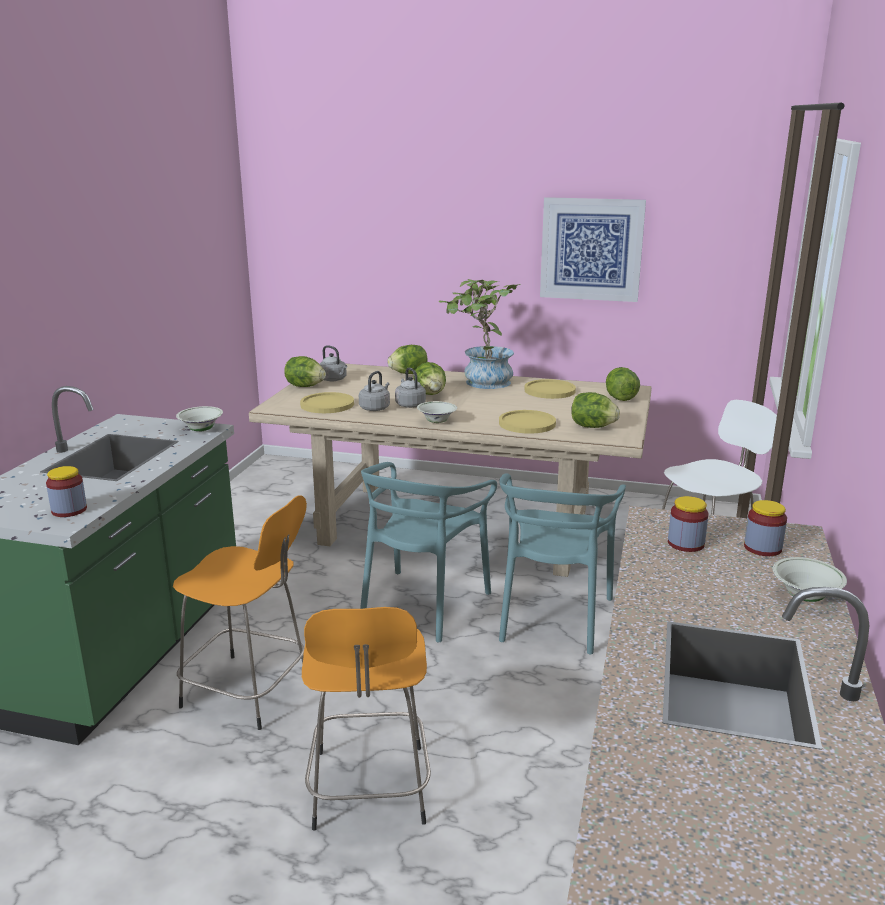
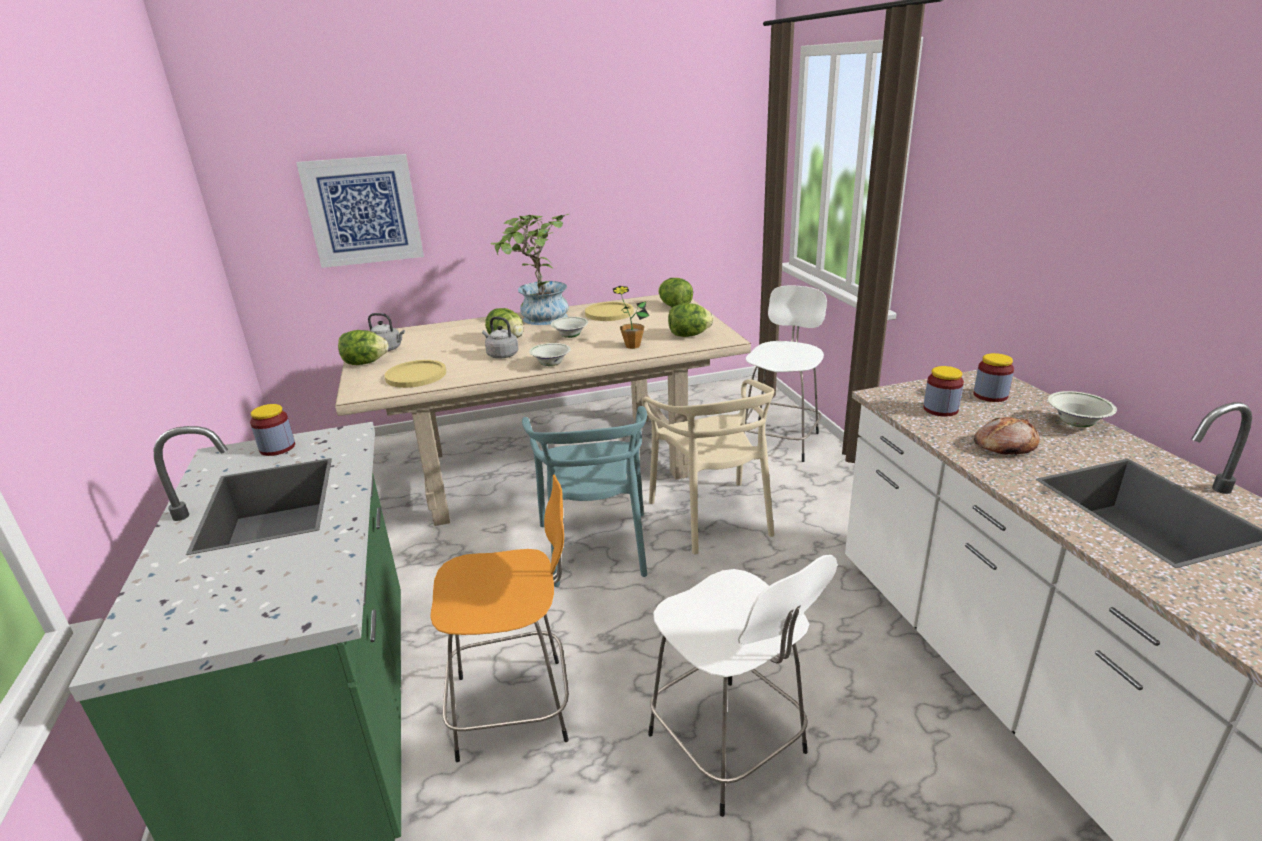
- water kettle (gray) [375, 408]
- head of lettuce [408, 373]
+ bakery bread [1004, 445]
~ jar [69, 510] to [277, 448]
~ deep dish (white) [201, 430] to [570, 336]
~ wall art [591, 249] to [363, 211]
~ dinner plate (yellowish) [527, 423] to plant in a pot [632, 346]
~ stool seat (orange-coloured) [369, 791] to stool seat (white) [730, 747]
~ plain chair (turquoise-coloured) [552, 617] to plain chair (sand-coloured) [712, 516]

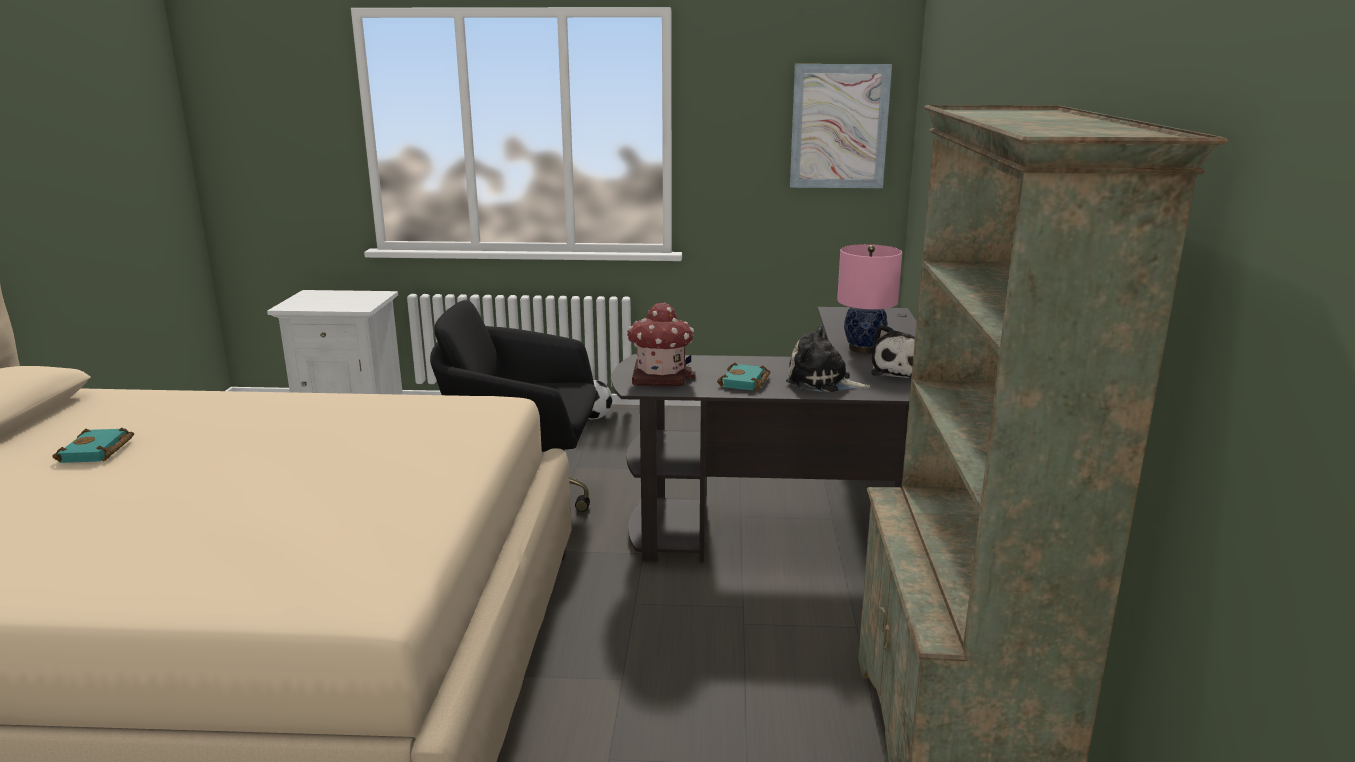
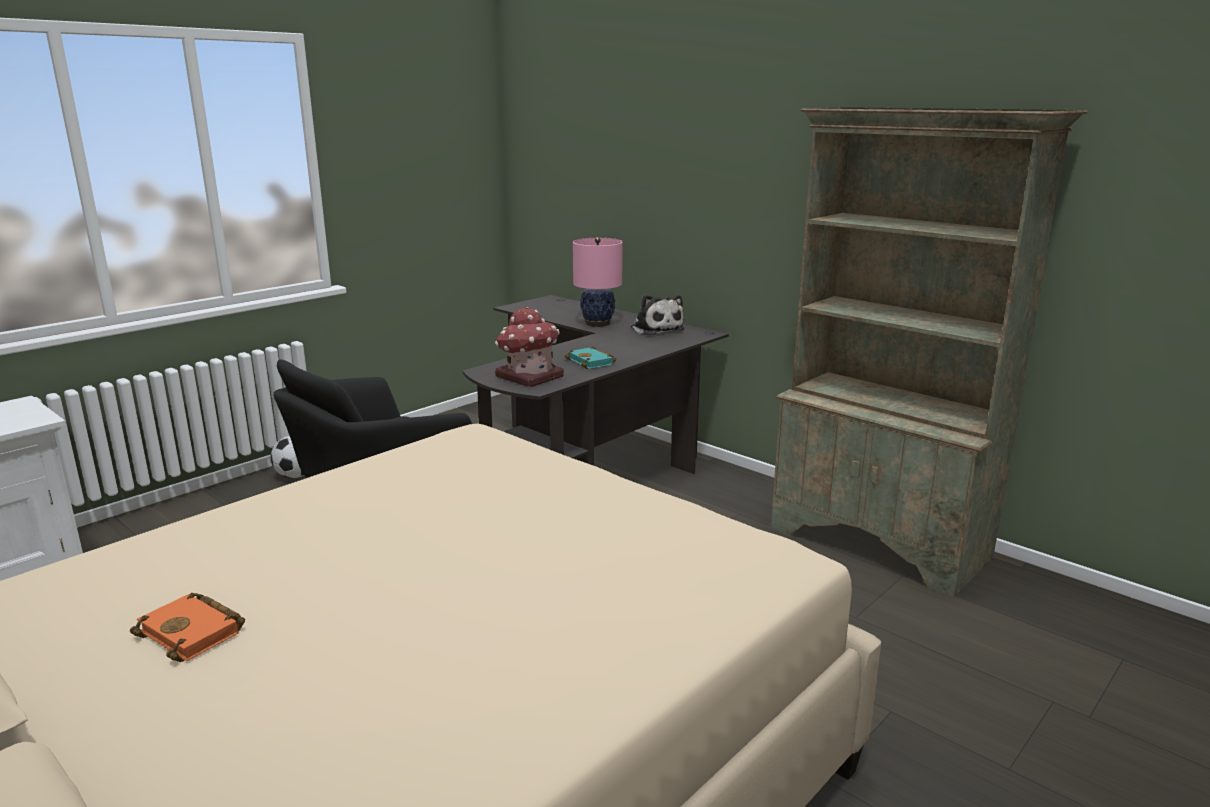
- cuddly toy [822, 382]
- wall art [839, 126]
~ book (turquoise-coloured) [97, 451] to book (orange-coloured) [194, 633]

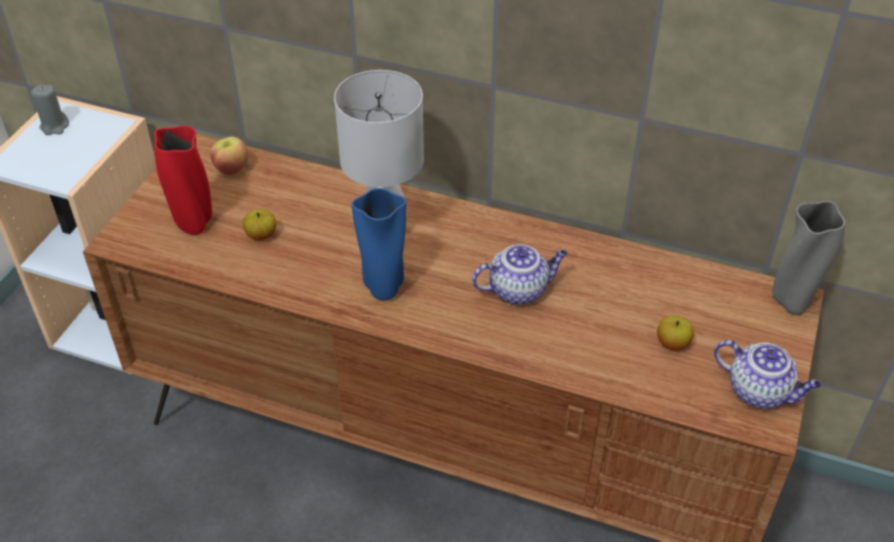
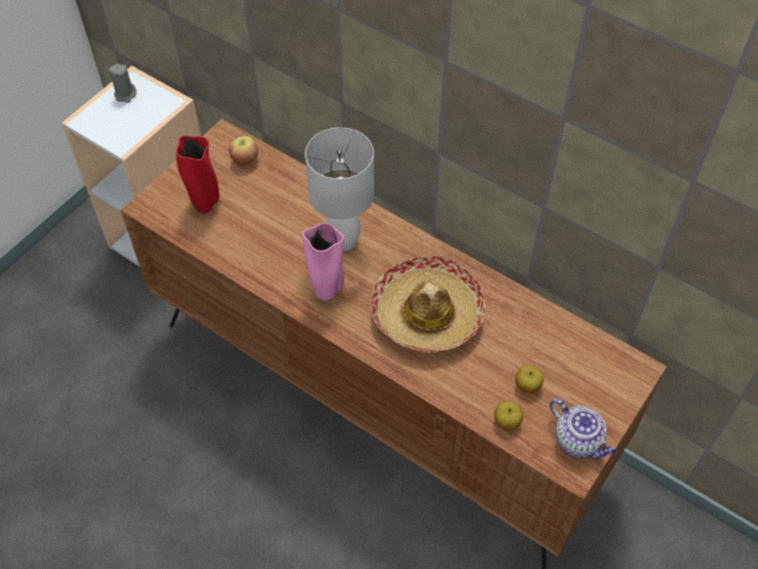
- decorative vase (gray) [792, 302]
~ apple fruit [261, 235] to [507, 421]
~ teapot [519, 290] to clothing hat [427, 313]
~ decorative vase (bluish) [383, 289] to decorative vase (pink) [326, 289]

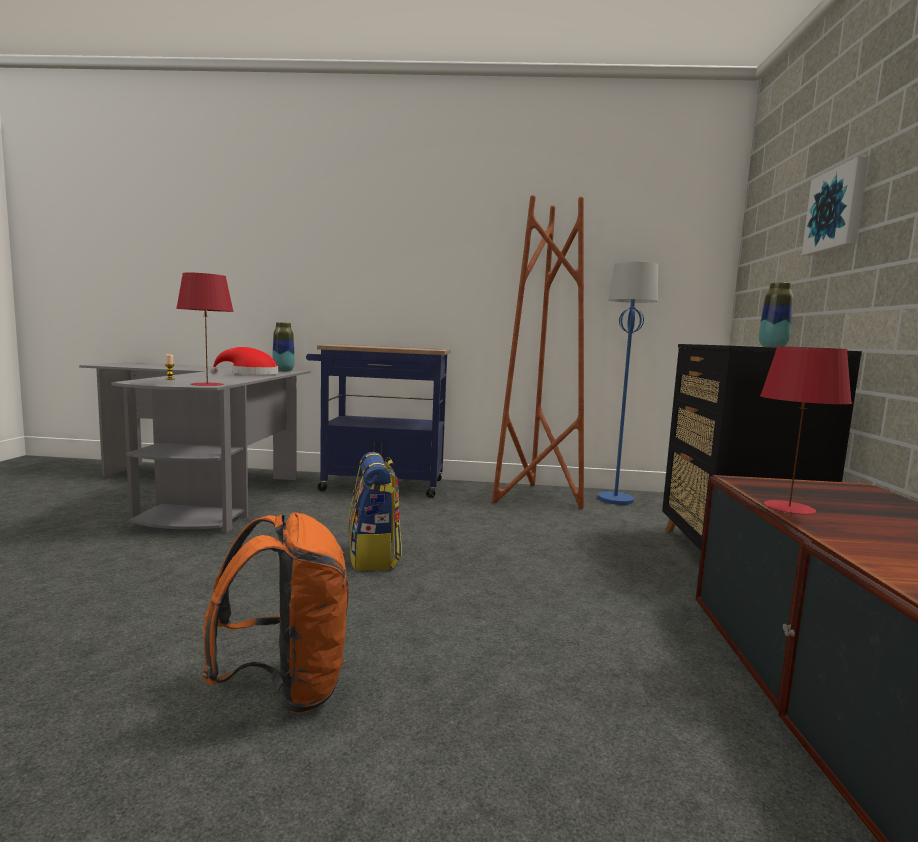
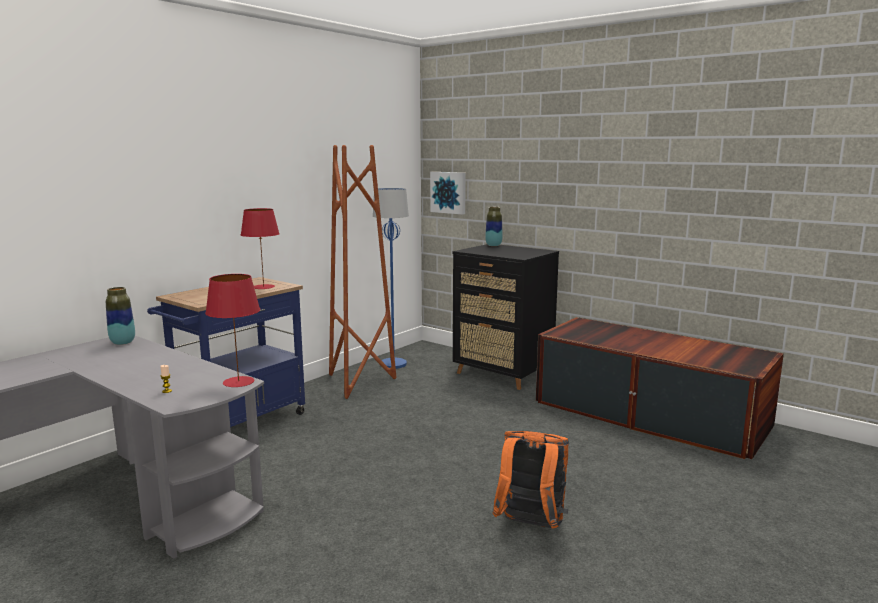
- clothing hat (red-coloured) [250, 374]
- knapsack [374, 557]
~ lamp for a table (red-coloured) [789, 507] to [263, 287]
~ wall art [837, 210] to [449, 192]

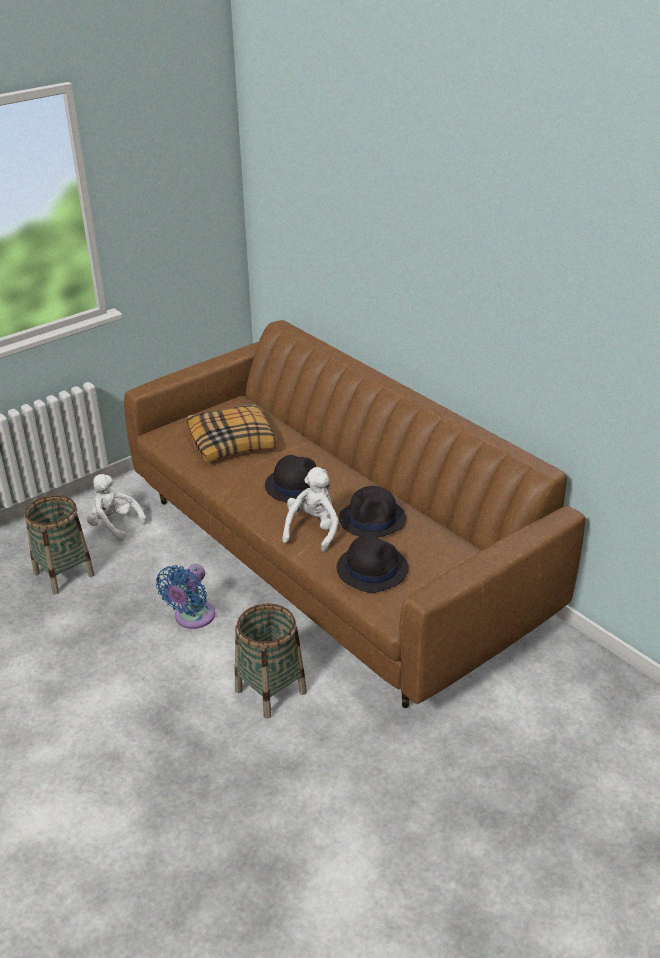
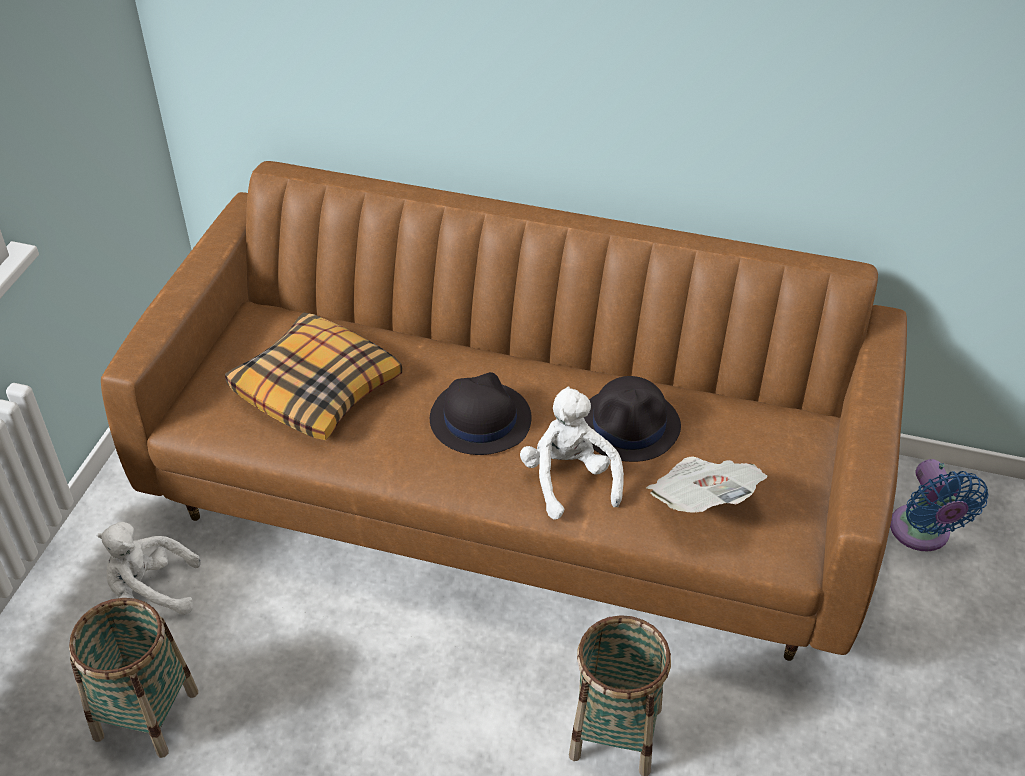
~ cooling fan (bluish) [192, 618] to [922, 534]
~ clothing hat (blackish) [372, 568] to daily paper [702, 501]

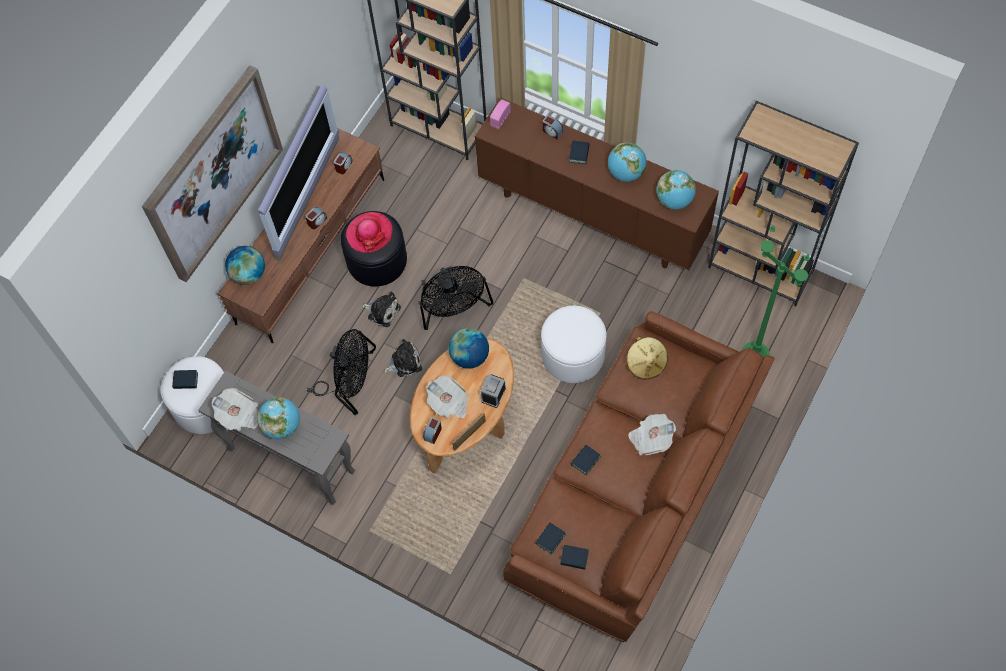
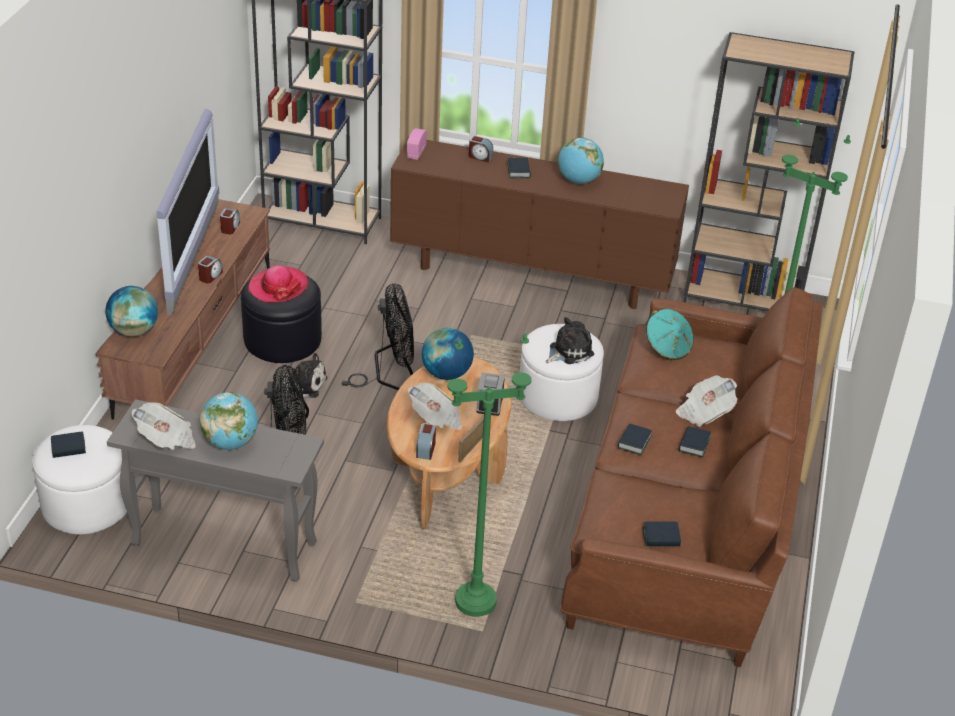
- wall art [213, 174]
- world globe [674, 200]
+ standing lamp (green) [475, 602]
~ cuddly toy [404, 362] to [568, 351]
~ book [550, 539] to [694, 444]
~ clothing hat (sand-coloured) [646, 363] to clothing hat (turquoise-coloured) [667, 347]
~ cooling fan (blackish) [450, 306] = [389, 370] 60 degrees counterclockwise

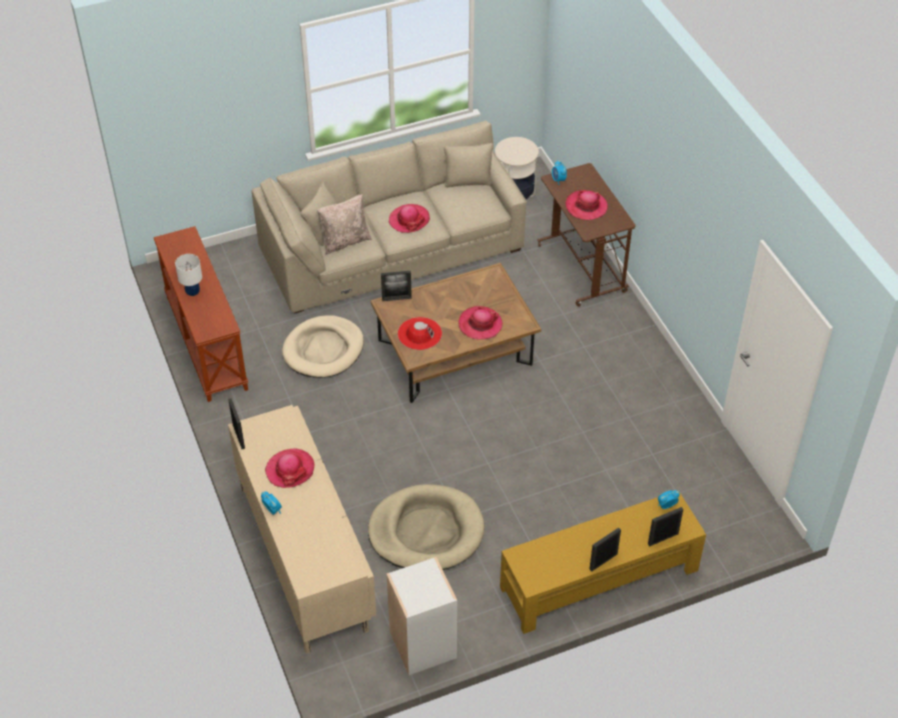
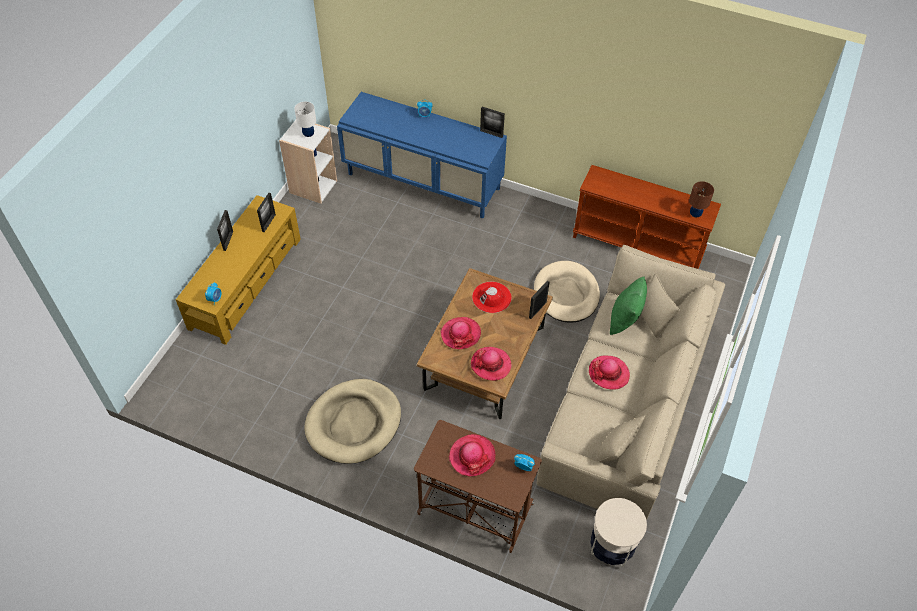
+ lamp for a table (brown-coloured) [695, 214]
~ lamp for a table (white) [193, 293] to [308, 134]
~ clothing hat [290, 469] to [491, 364]
~ pet bed (sand-coloured) [426, 531] to [354, 423]
~ picture frame [663, 539] to [269, 223]
~ cabinet (sand-coloured) [305, 555] to cabinet (bluish) [423, 182]
~ throw pillow (sand-coloured) [345, 241] to throw pillow (green) [625, 319]

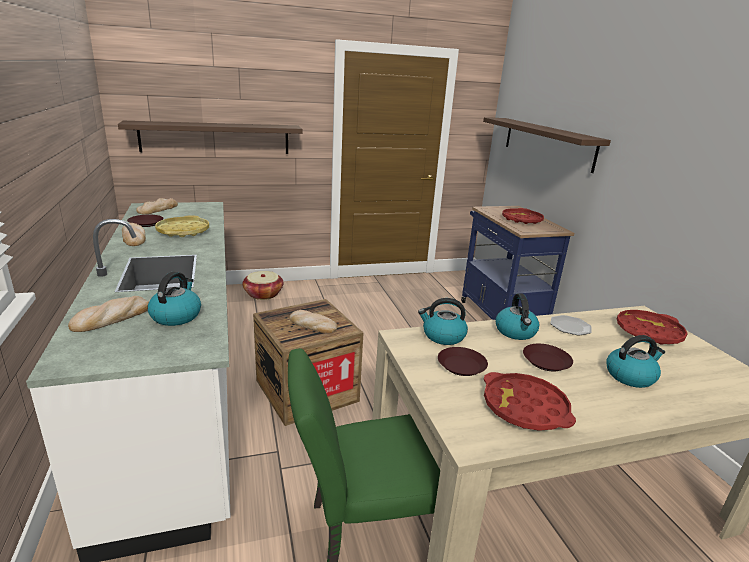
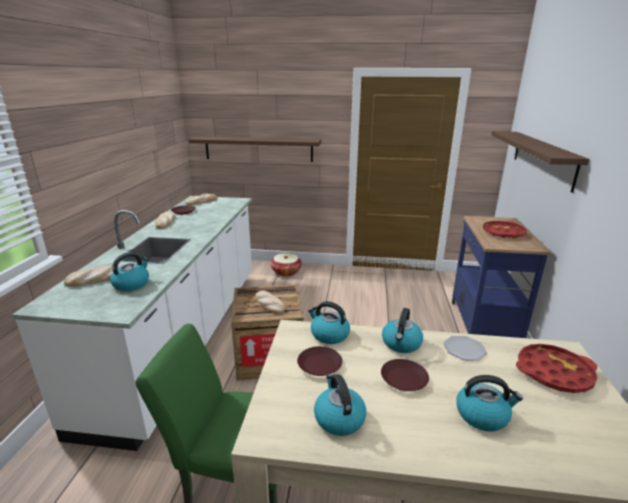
- carrying tray (yellowish) [183, 231]
~ carrying tray (red-coloured) [524, 408] to water kettle [338, 418]

